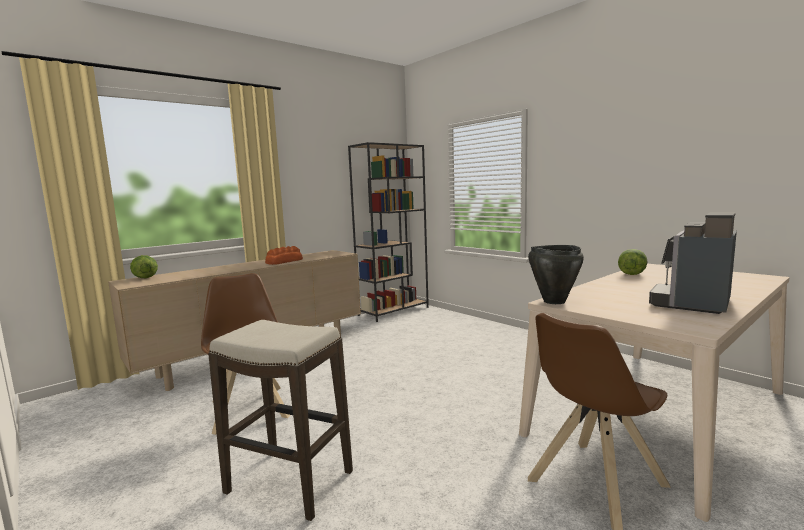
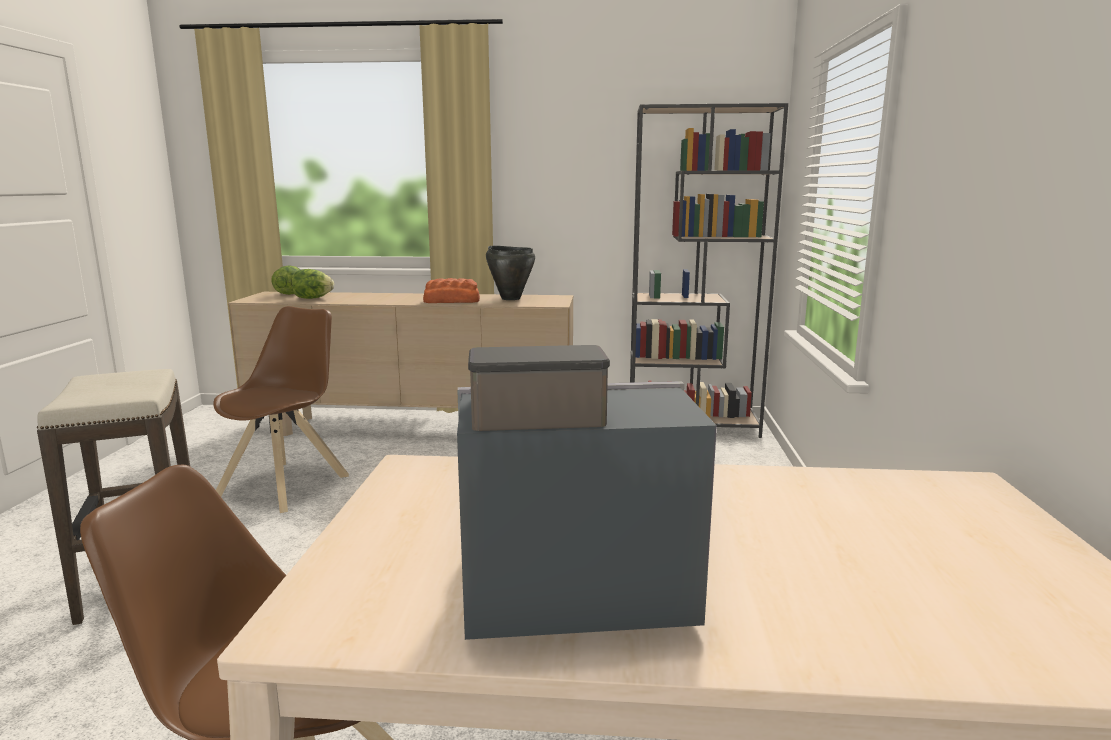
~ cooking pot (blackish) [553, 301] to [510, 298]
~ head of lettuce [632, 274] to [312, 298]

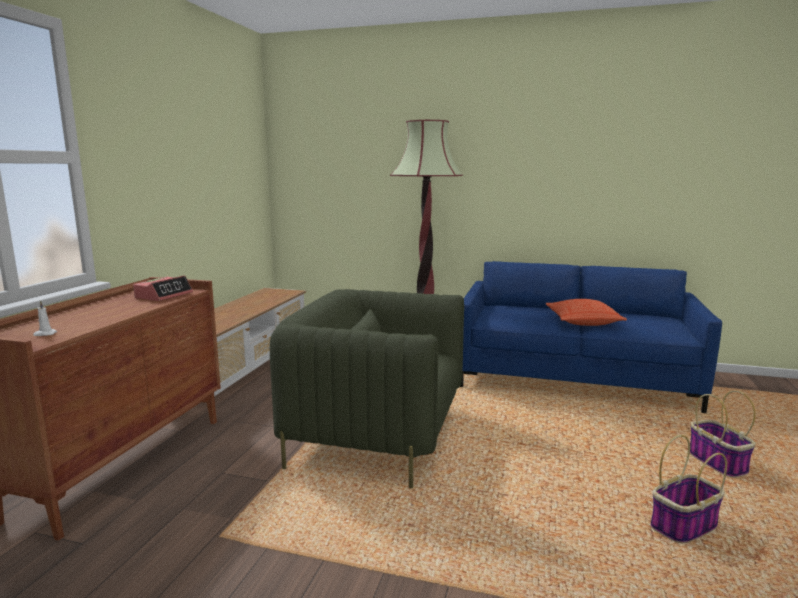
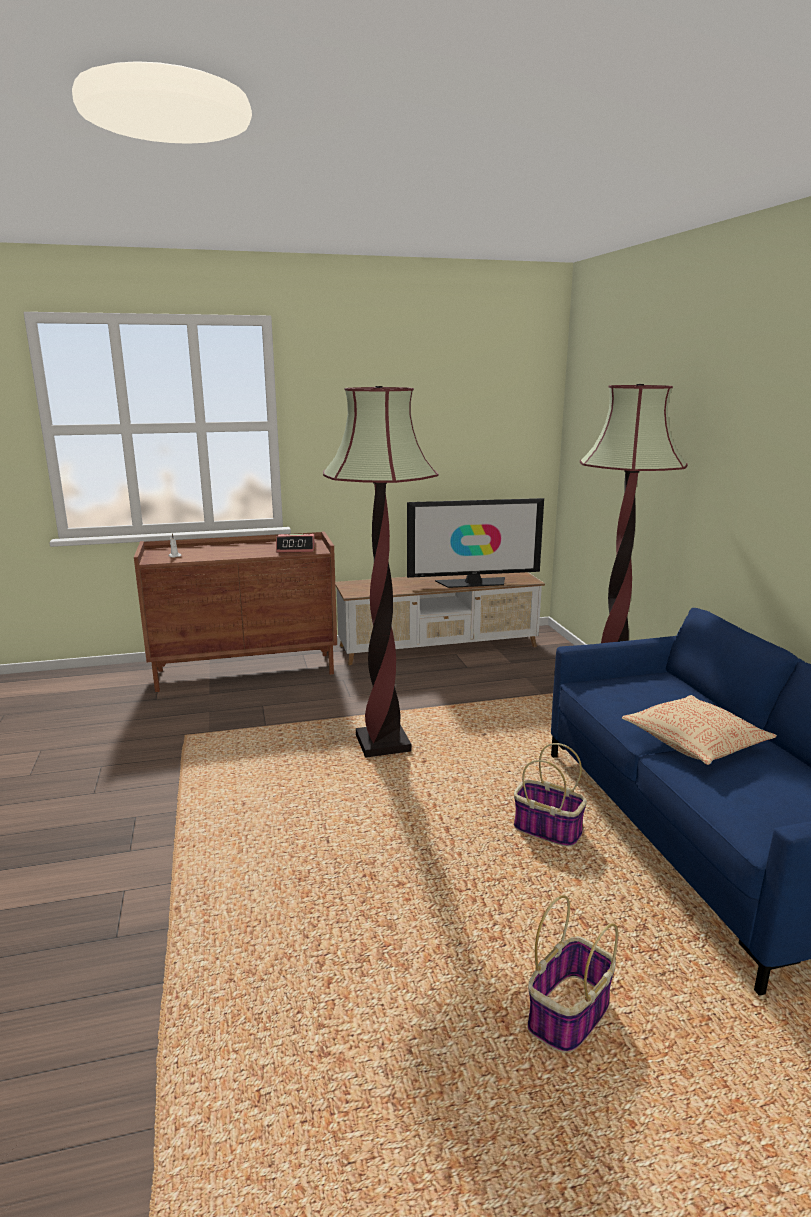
+ TV set [473, 583]
~ household basket [683, 526] to [546, 830]
~ easy chair (green) [377, 435] to standing lamp [383, 744]
~ throw pillow (orange-coloured) [583, 322] to throw pillow (sand-coloured) [695, 744]

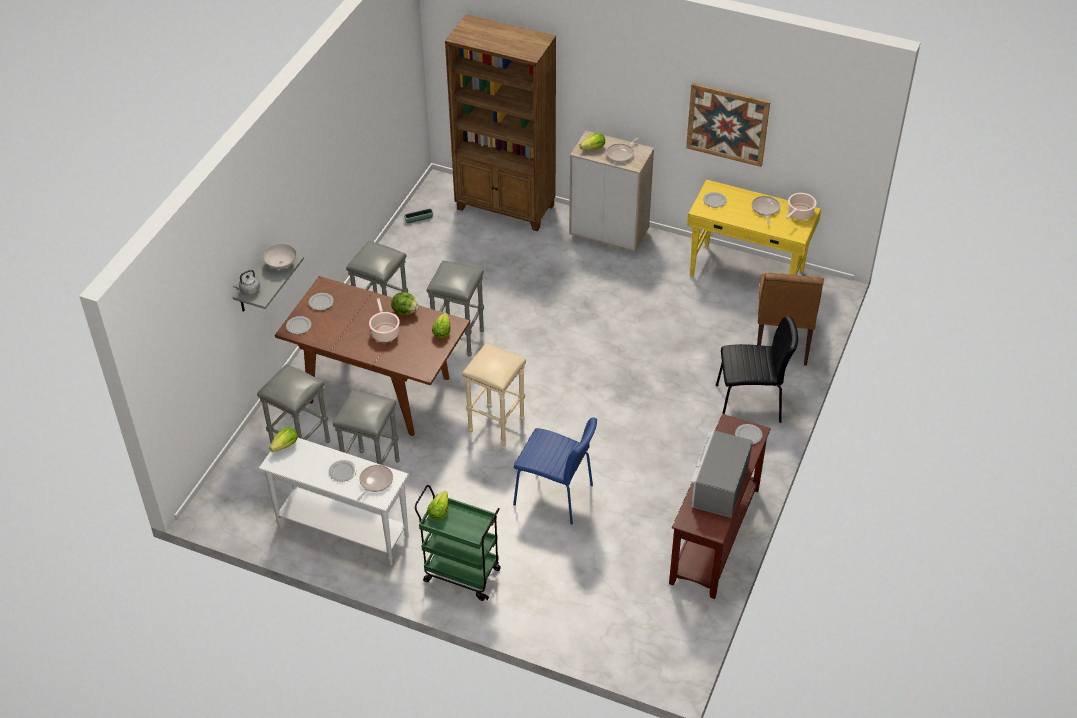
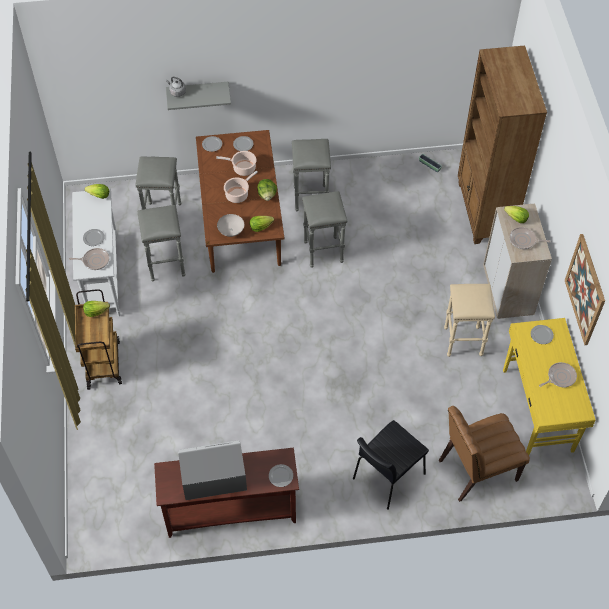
- plain chair (bluish) [556, 495]
~ deep dish (white) [280, 264] to [230, 230]
~ stool seat (sand-coloured) [496, 426] to [462, 342]
~ cooking pot [799, 214] to [242, 168]
~ cart (green) [461, 575] to cart (brown-coloured) [103, 363]
~ plain chair (blackish) [751, 403] = [387, 477] 75 degrees clockwise

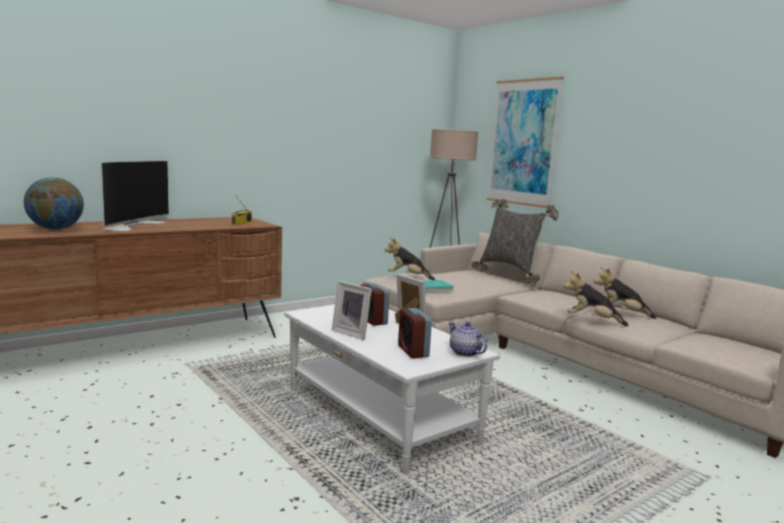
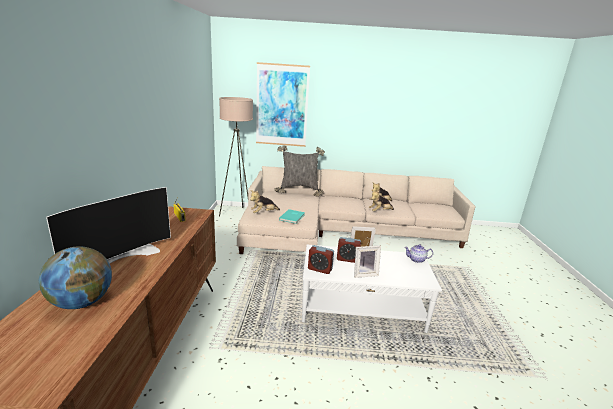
~ alarm clock [413, 351] to [320, 269]
~ TV set [133, 225] = [119, 258] 75 degrees clockwise

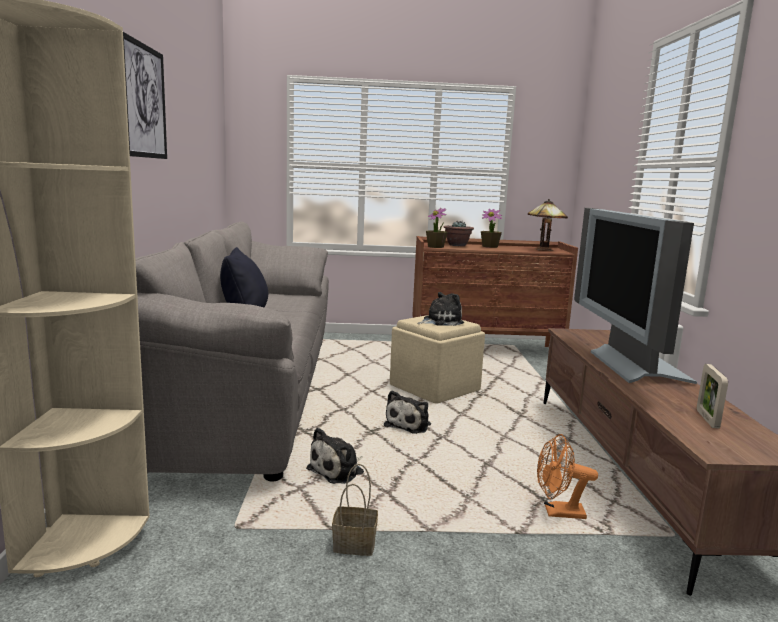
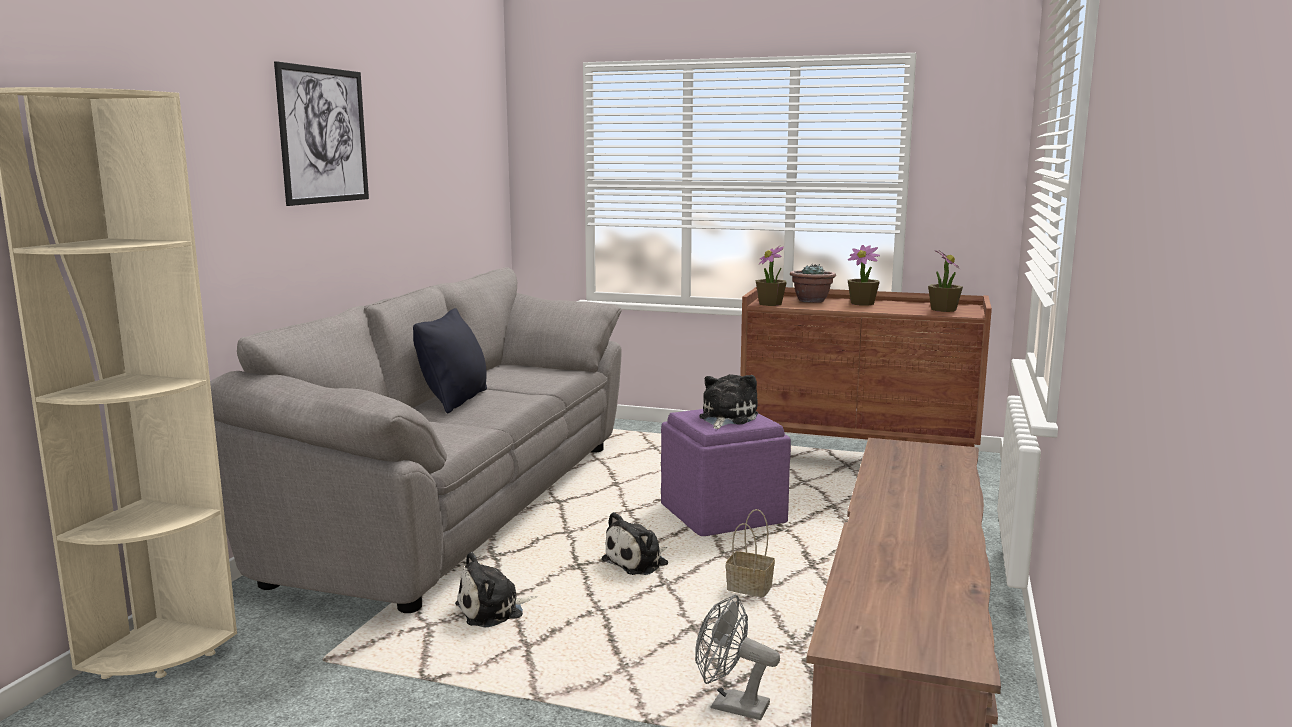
- TV set [632, 367]
- picture frame [707, 419]
~ household basket [352, 545] to [747, 589]
~ lamp for a table [542, 249] to plant in a pot [943, 309]
~ ottoman (sand-coloured) [435, 388] to ottoman (purplish) [724, 514]
~ cooling fan (orange-coloured) [558, 513] to cooling fan (gray) [730, 706]
~ cuddly toy [440, 321] = [726, 418] 60 degrees counterclockwise

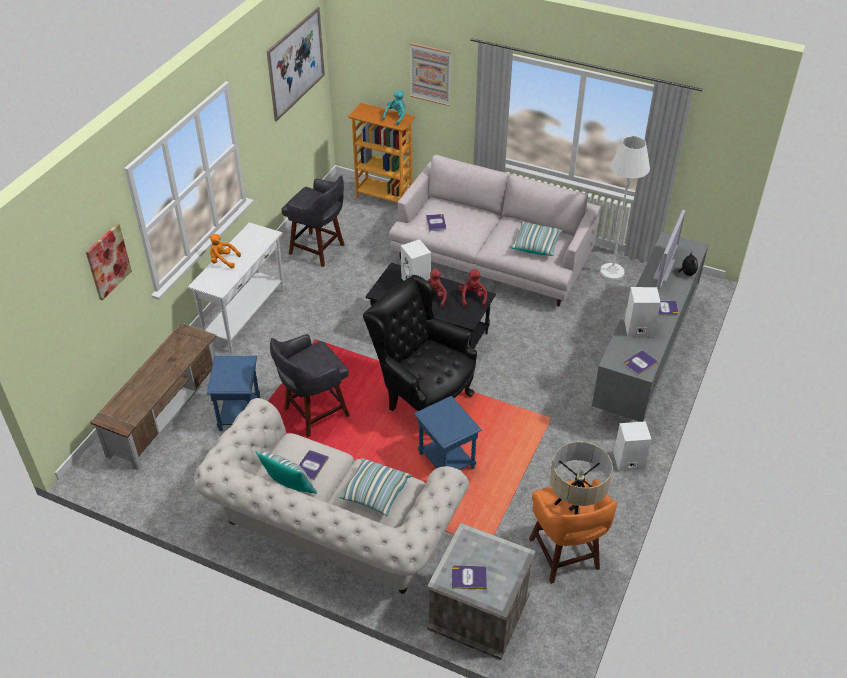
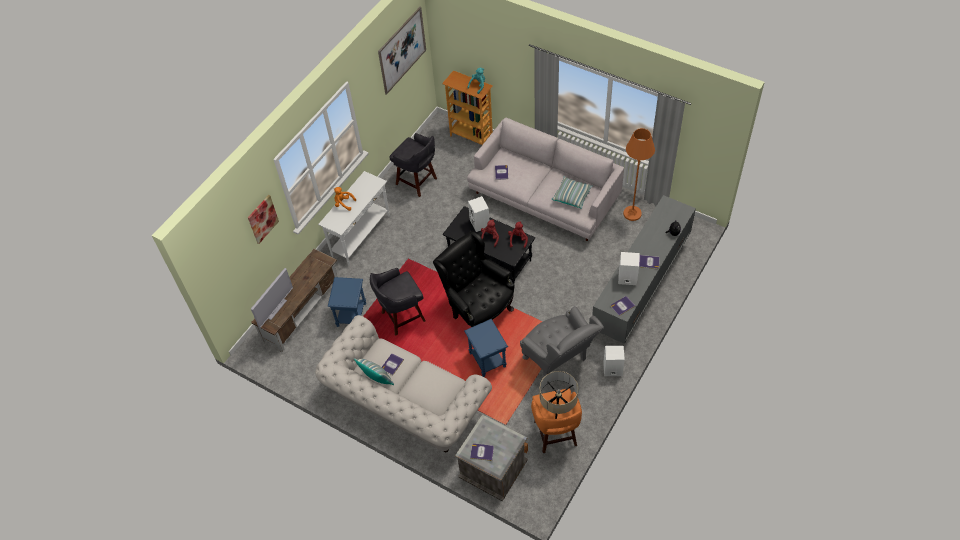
- throw pillow [375, 493]
- wall art [430, 74]
+ easy chair (gray) [559, 363]
~ TV set [664, 269] to [275, 308]
~ standing lamp (white) [612, 272] to standing lamp (orange-coloured) [632, 213]

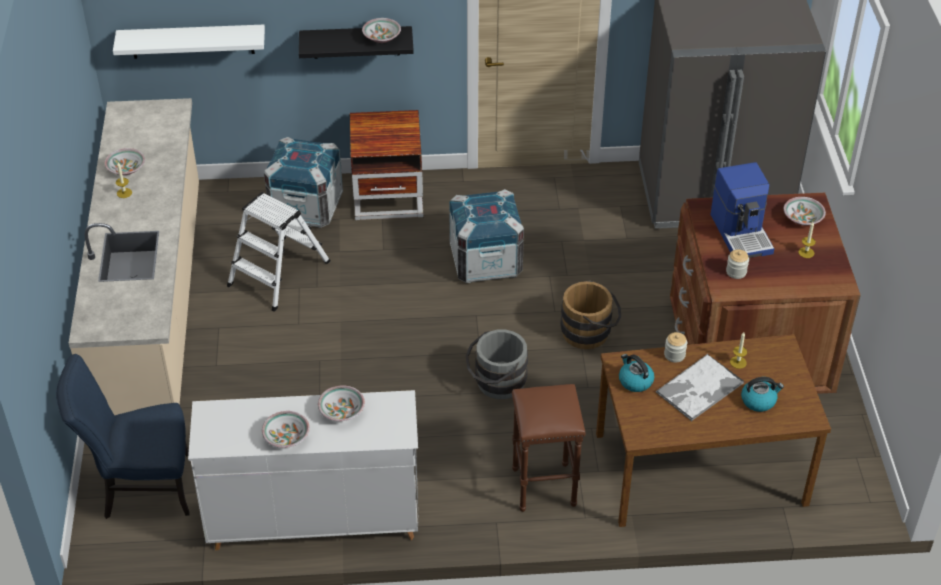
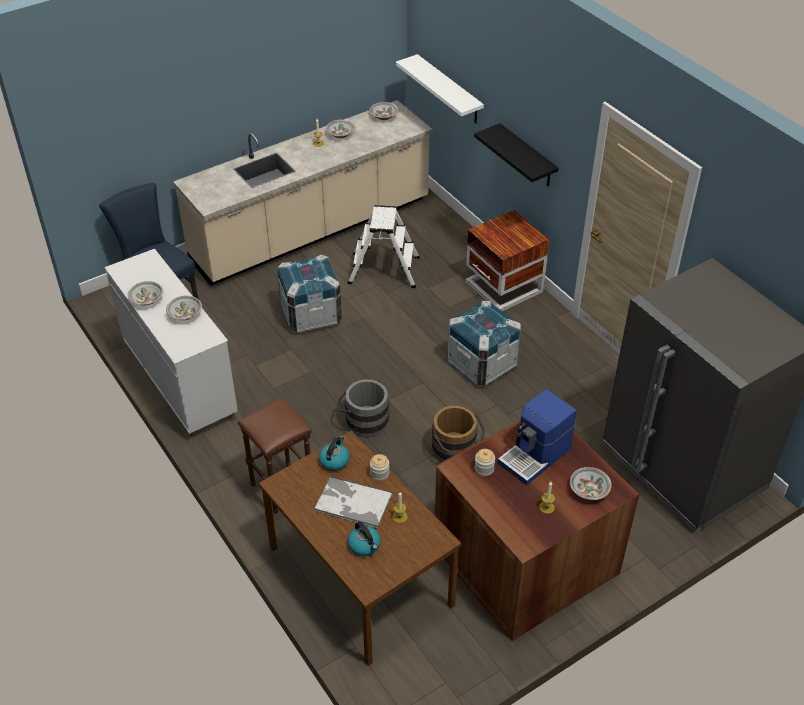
~ crate [306, 207] to [311, 314]
~ deep dish [382, 38] to [383, 116]

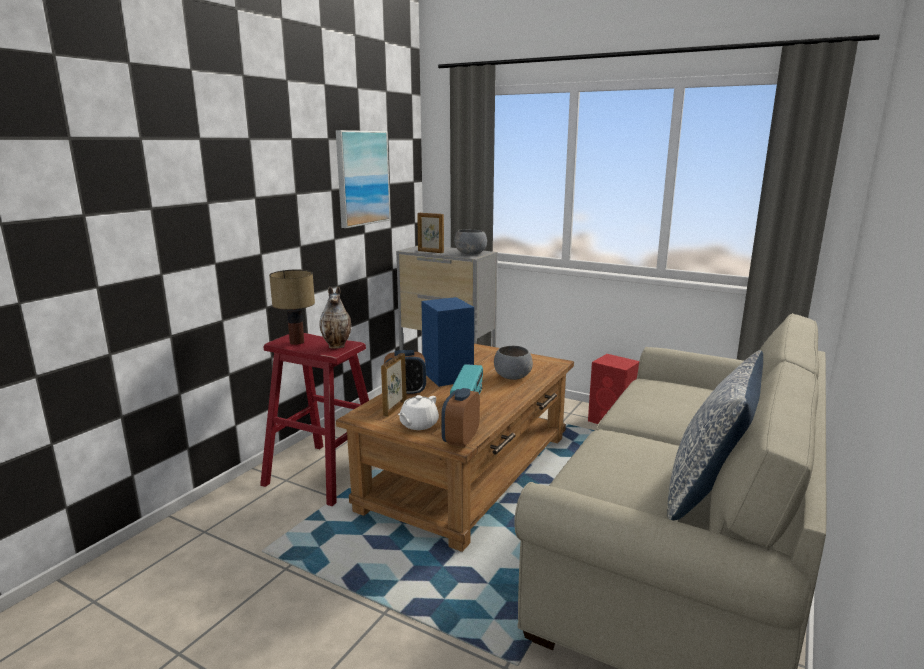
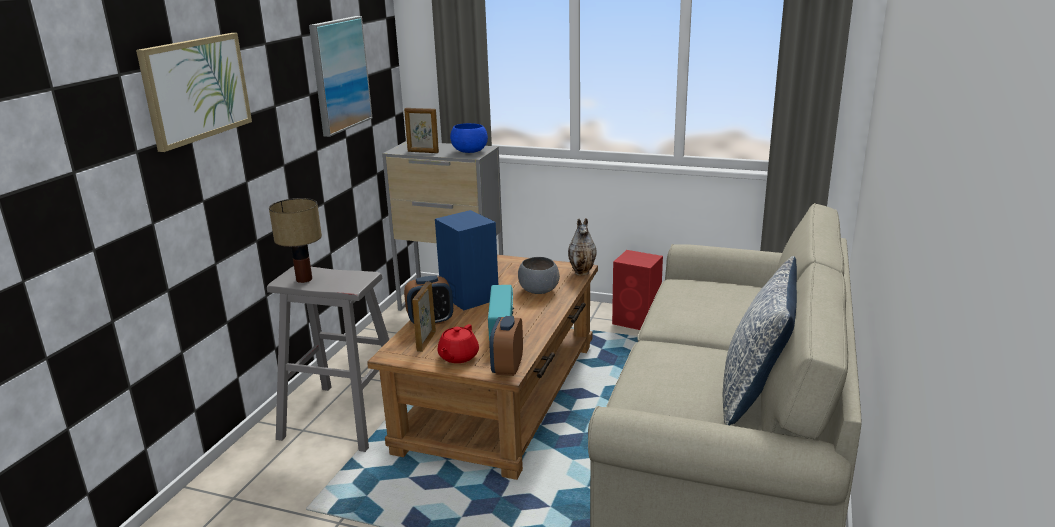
+ wall art [196, 89]
~ decorative vase [338, 346] to [582, 272]
~ stool seat (red-coloured) [324, 473] to stool seat (gray) [343, 417]
~ teapot (white) [418, 424] to teapot (red-coloured) [458, 357]
~ deep dish (gray) [471, 253] to deep dish (bluish) [470, 151]

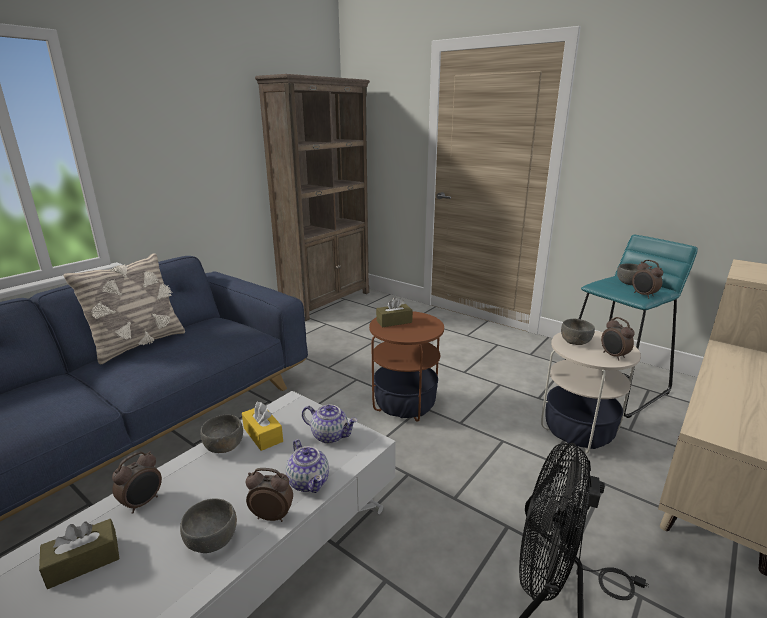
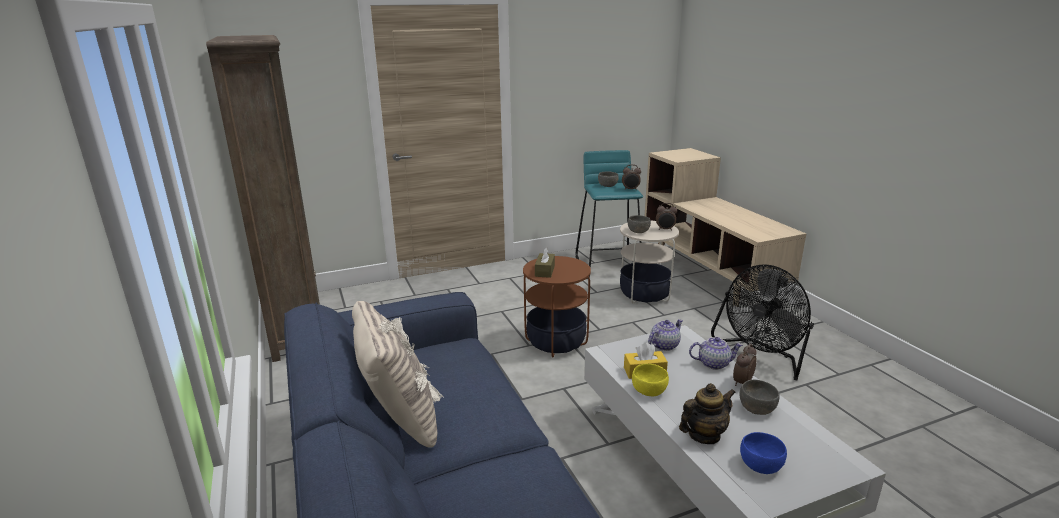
~ tissue box (brown-coloured) [83, 562] to deep dish (bluish) [760, 465]
~ alarm clock [143, 503] to teapot [704, 435]
~ deep dish (gray) [224, 446] to deep dish (yellowish) [649, 391]

